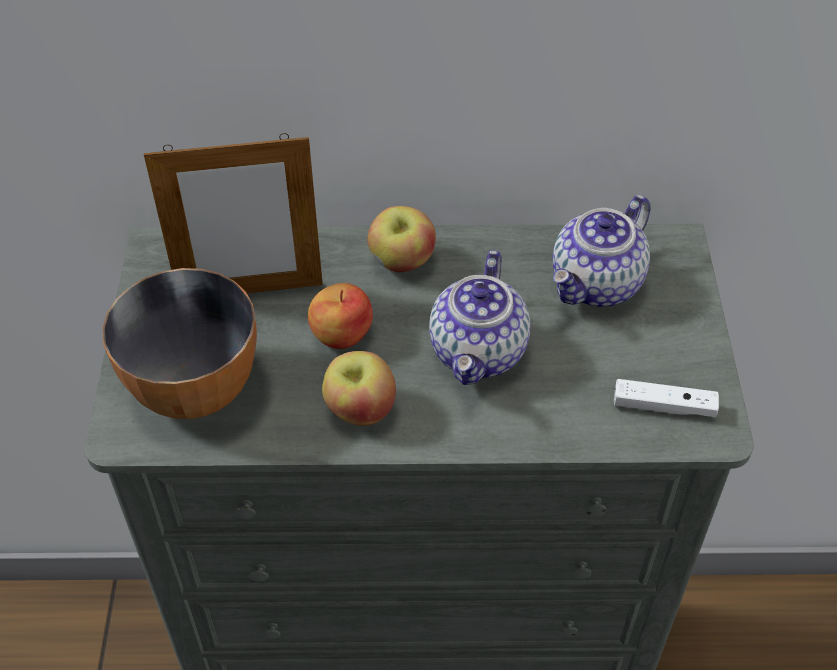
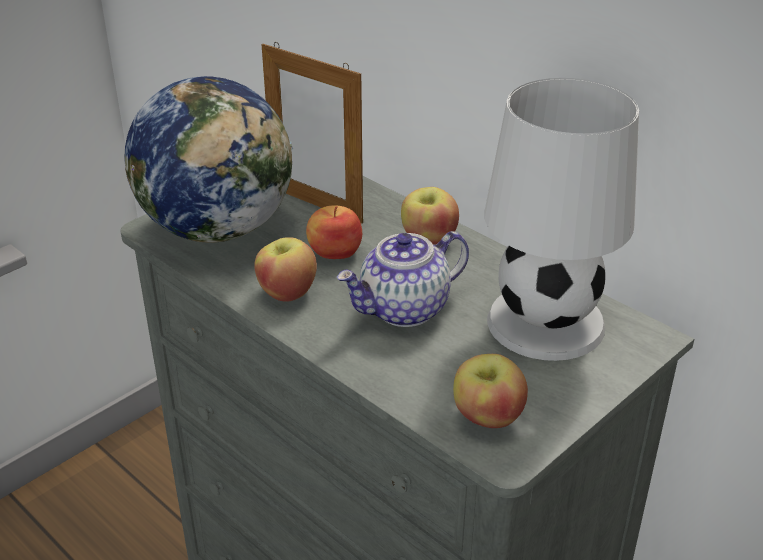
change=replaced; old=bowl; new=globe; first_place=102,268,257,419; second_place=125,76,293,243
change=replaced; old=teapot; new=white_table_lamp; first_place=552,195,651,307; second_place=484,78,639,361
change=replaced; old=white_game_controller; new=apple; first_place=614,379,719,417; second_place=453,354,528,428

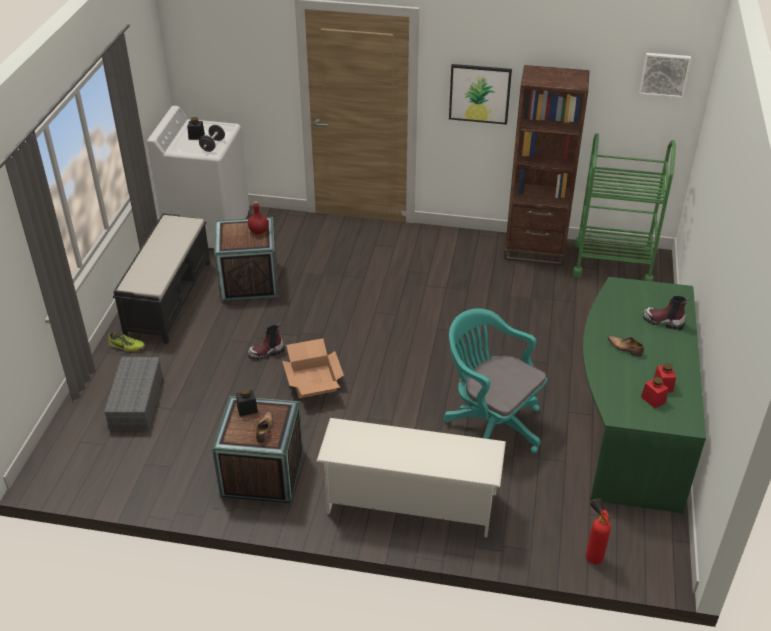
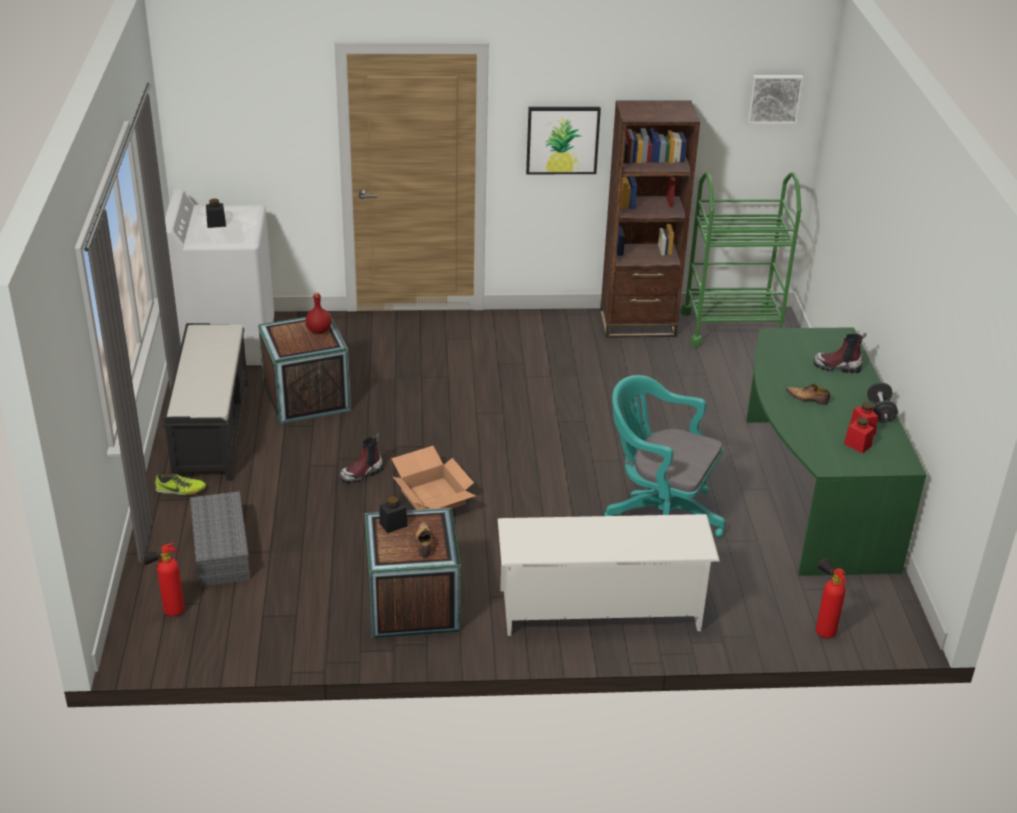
change=added; new=fire_extinguisher; second_place=142,543,184,616
change=moved; old=black_dumbbell; first_place=199,125,225,152; second_place=867,382,898,423

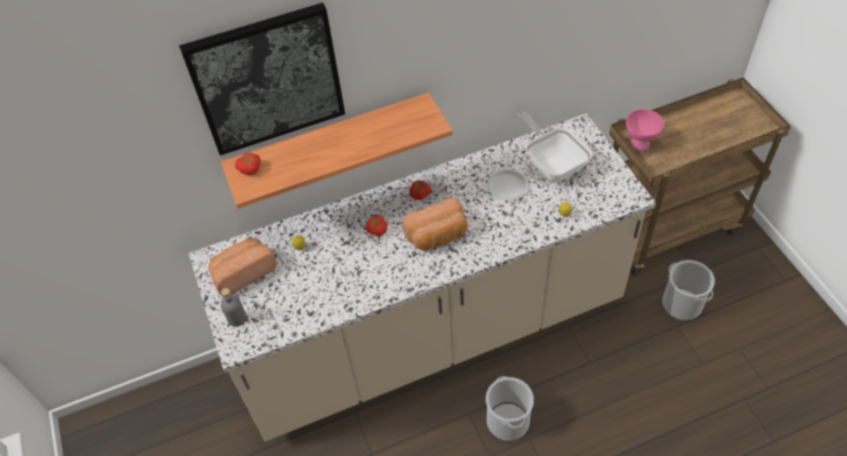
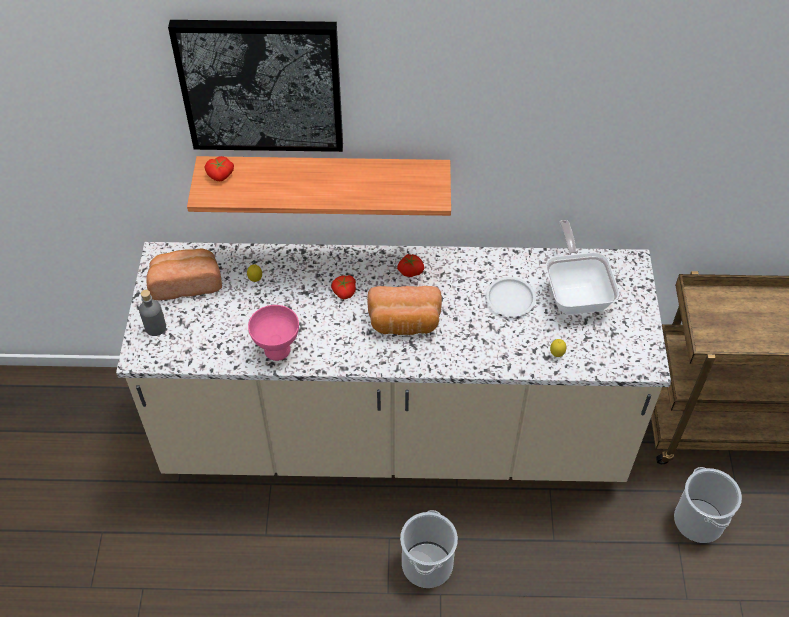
change=moved; old=pink_bowl; first_place=626,109,664,151; second_place=248,305,299,361

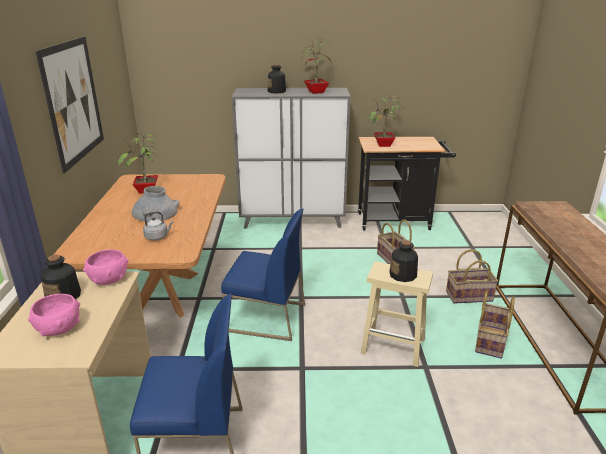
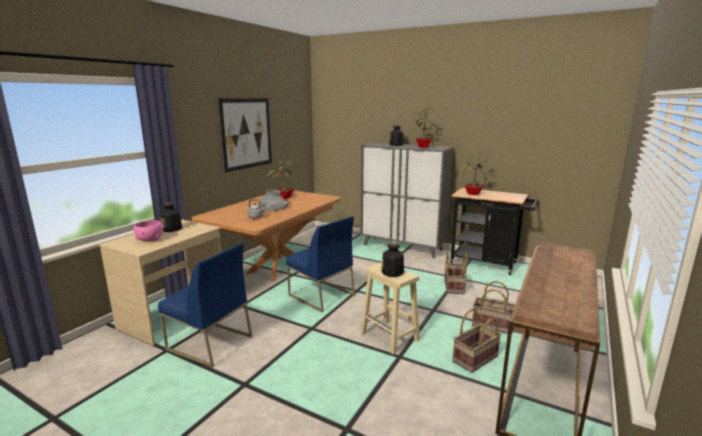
change=removed; old=pink_bowl; first_place=83,249,129,285

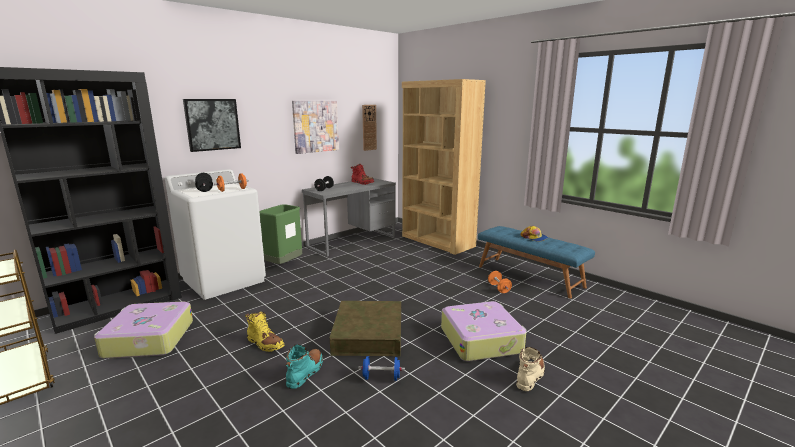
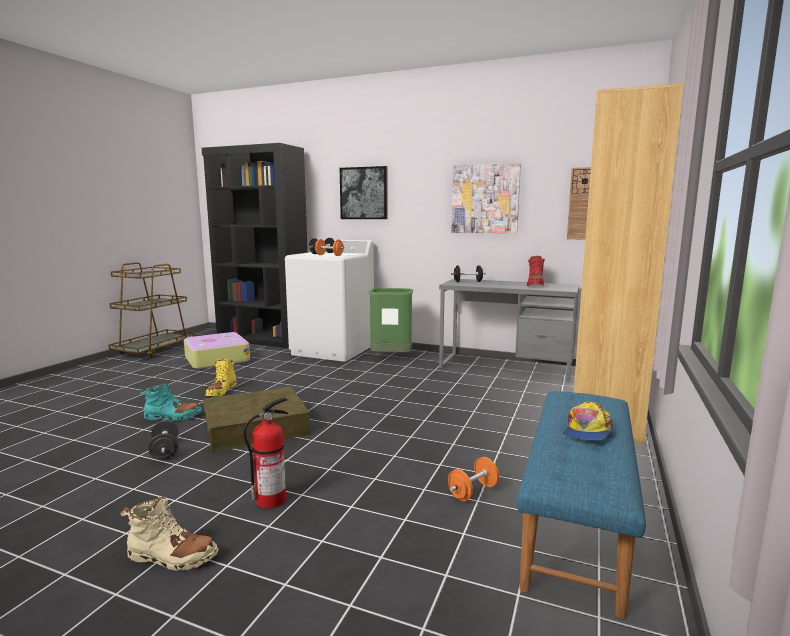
change=replaced; old=suitcase; new=fire_extinguisher; first_place=441,301,527,361; second_place=243,398,288,508
change=recoloured; old=blue_dumbbell; new=black_dumbbell; first_place=358,356,405,381; second_place=149,420,179,460

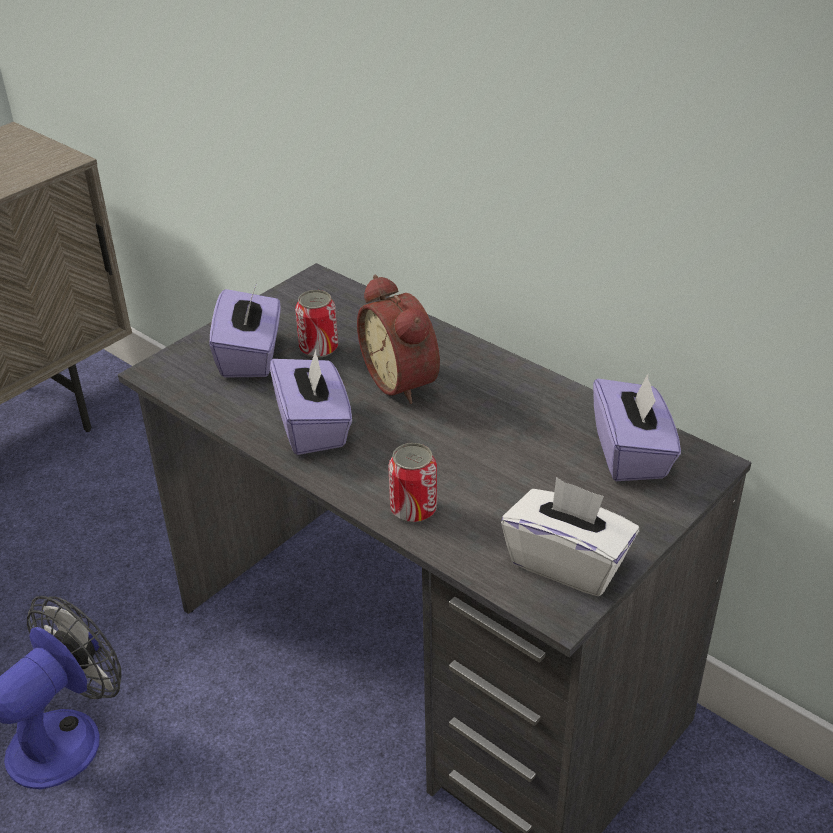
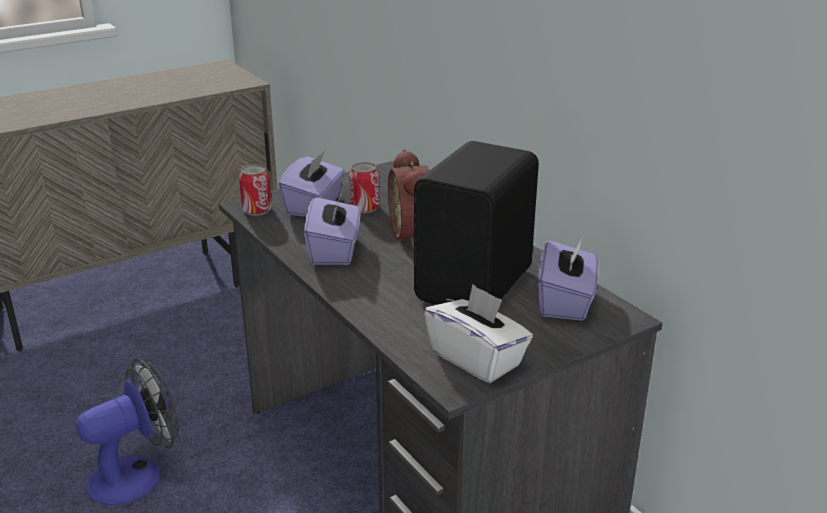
change=added; new=black_speaker; second_place=414,141,539,305
change=moved; old=can; first_place=388,443,437,522; second_place=239,164,272,216

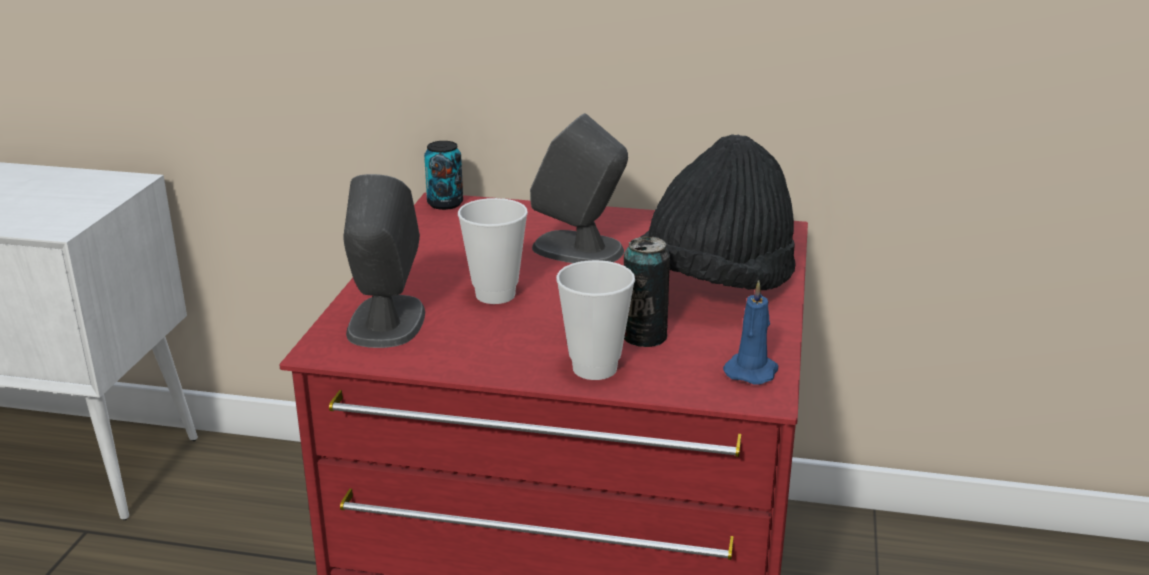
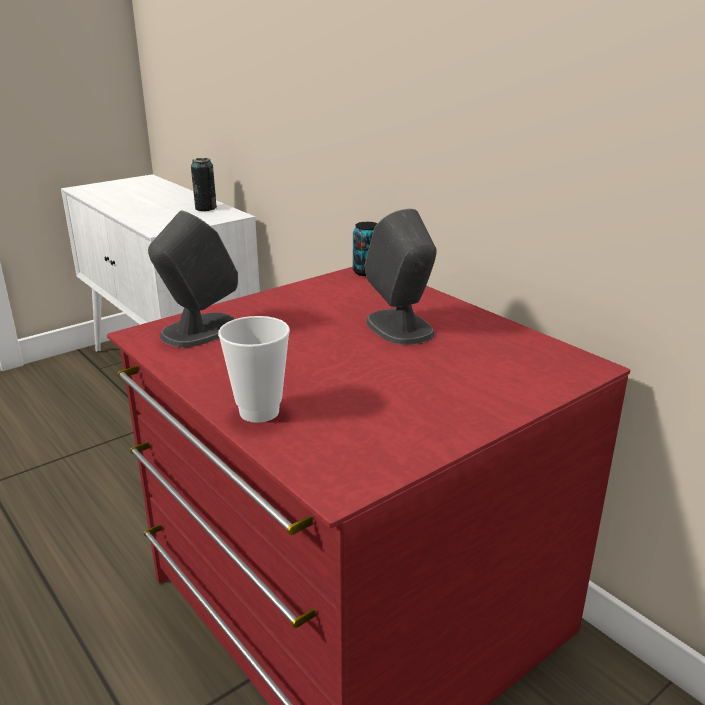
change=removed; old=cup; first_place=458,198,528,304
change=removed; old=black_hat; first_place=640,134,796,290
change=removed; old=blue_candle; first_place=723,280,778,385
change=moved; old=can; first_place=624,236,670,347; second_place=191,158,217,212

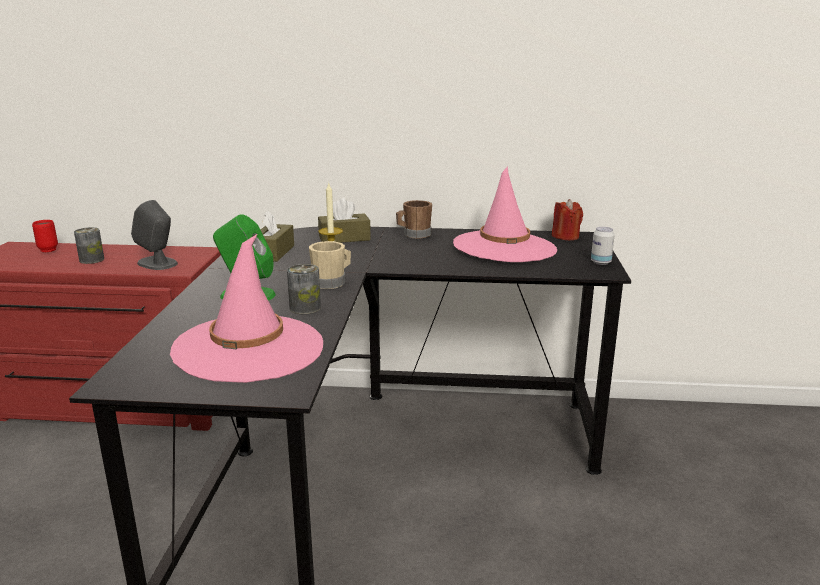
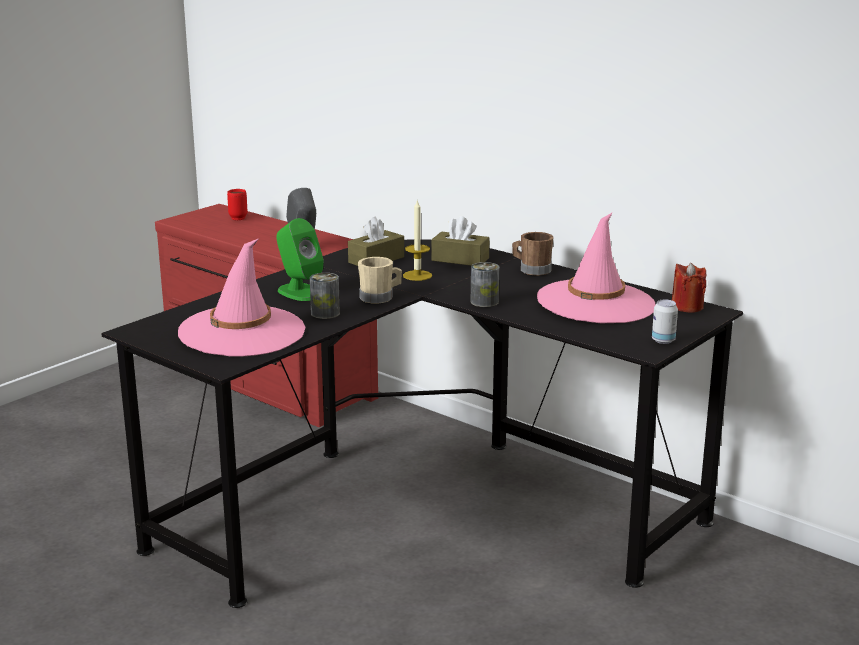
change=moved; old=can; first_place=74,227,104,264; second_place=471,262,499,307

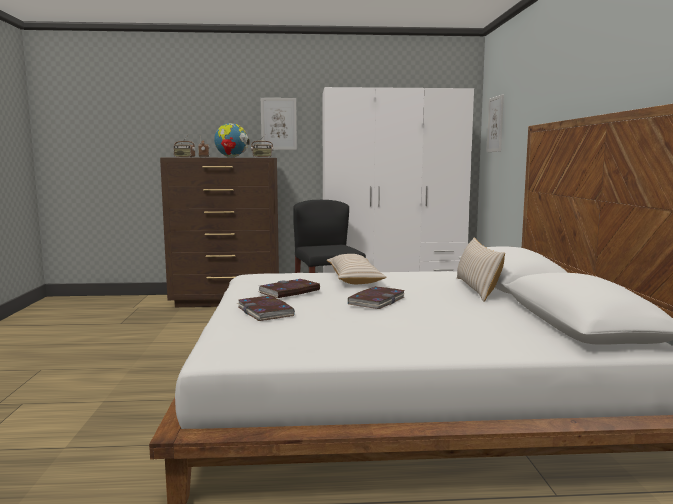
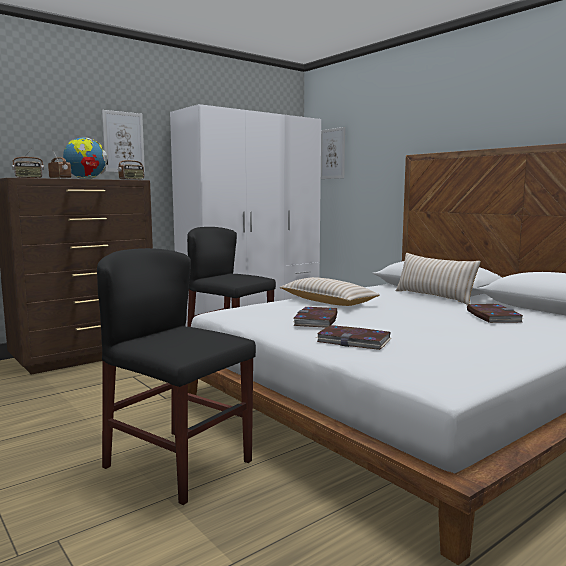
change=added; new=black_chair; second_place=97,248,256,505
change=moved; old=book; first_place=348,286,405,309; second_place=467,304,524,323

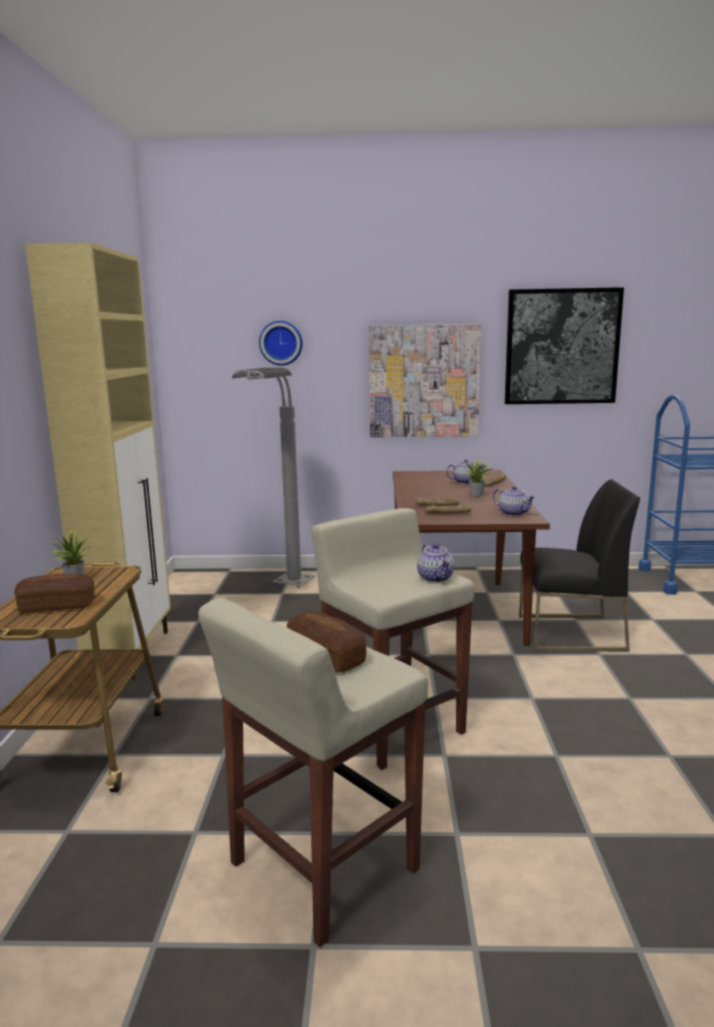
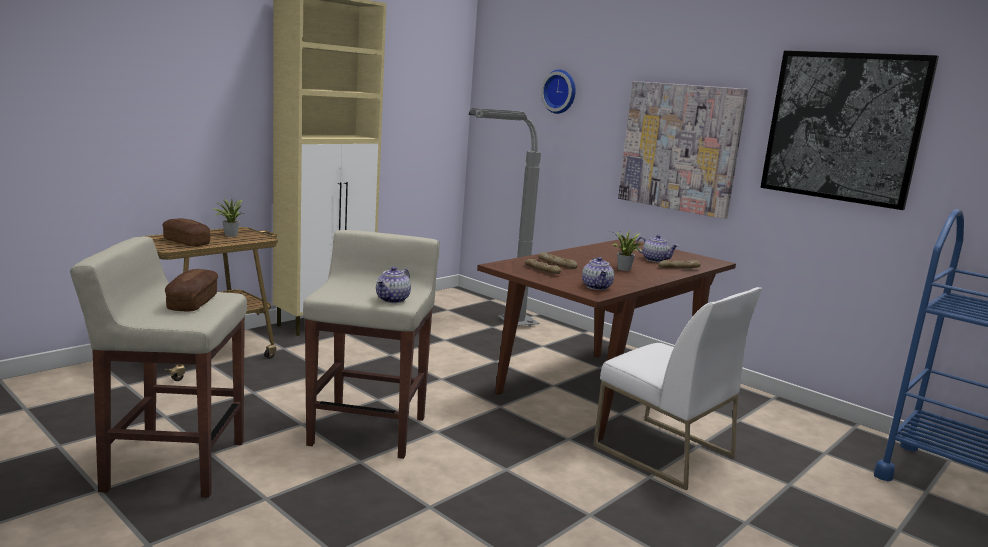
change=recoloured; old=black_chair; new=white_chair; first_place=519,479,640,652; second_place=593,287,762,490

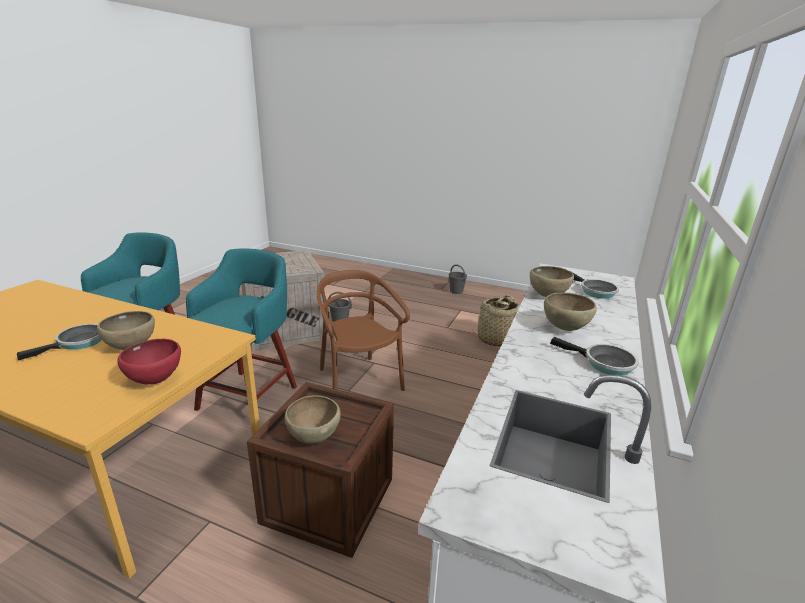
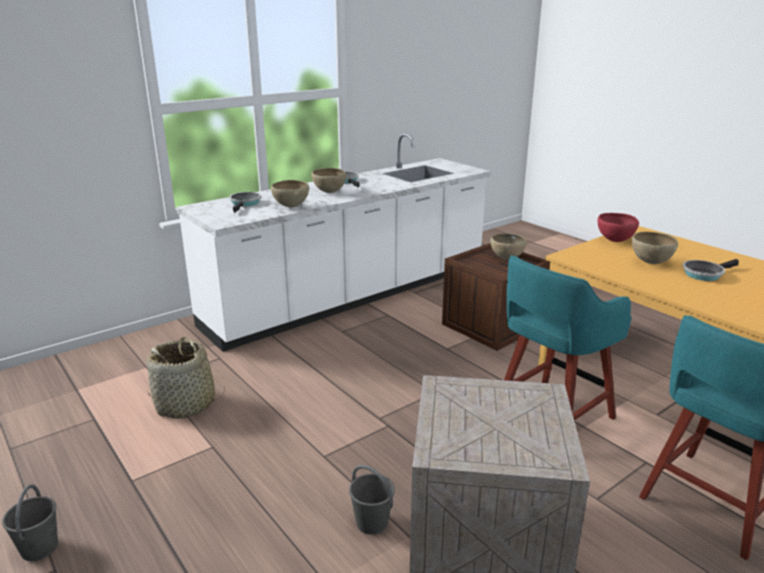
change=removed; old=brown_chair; first_place=317,270,410,391

